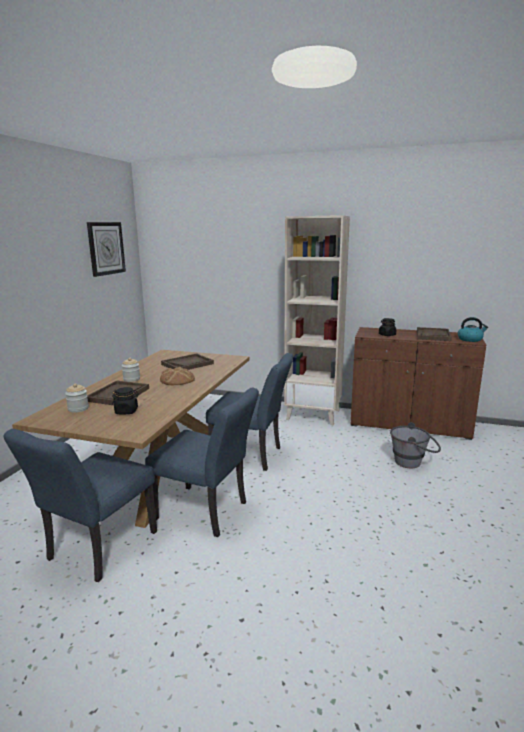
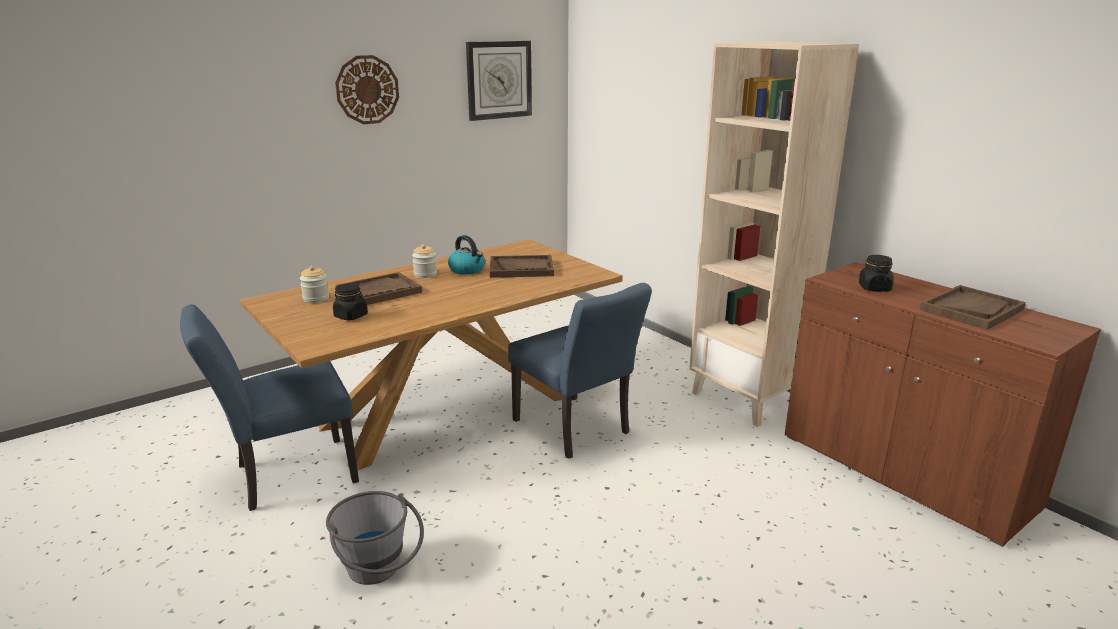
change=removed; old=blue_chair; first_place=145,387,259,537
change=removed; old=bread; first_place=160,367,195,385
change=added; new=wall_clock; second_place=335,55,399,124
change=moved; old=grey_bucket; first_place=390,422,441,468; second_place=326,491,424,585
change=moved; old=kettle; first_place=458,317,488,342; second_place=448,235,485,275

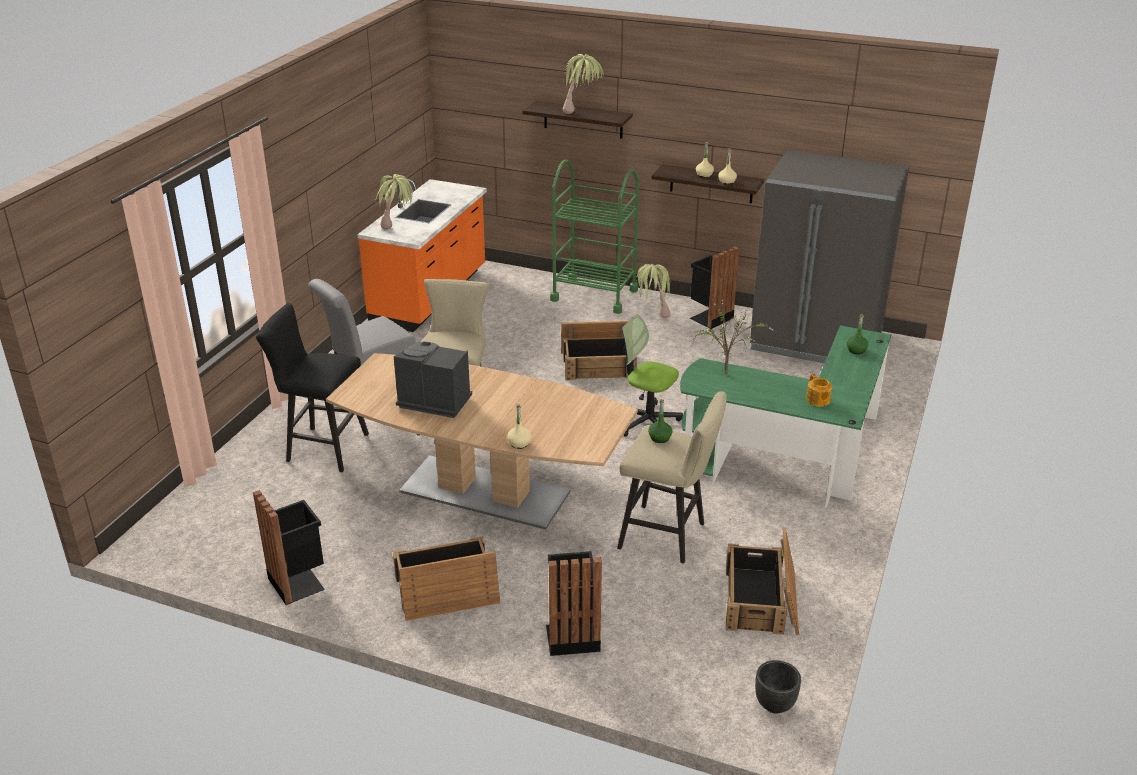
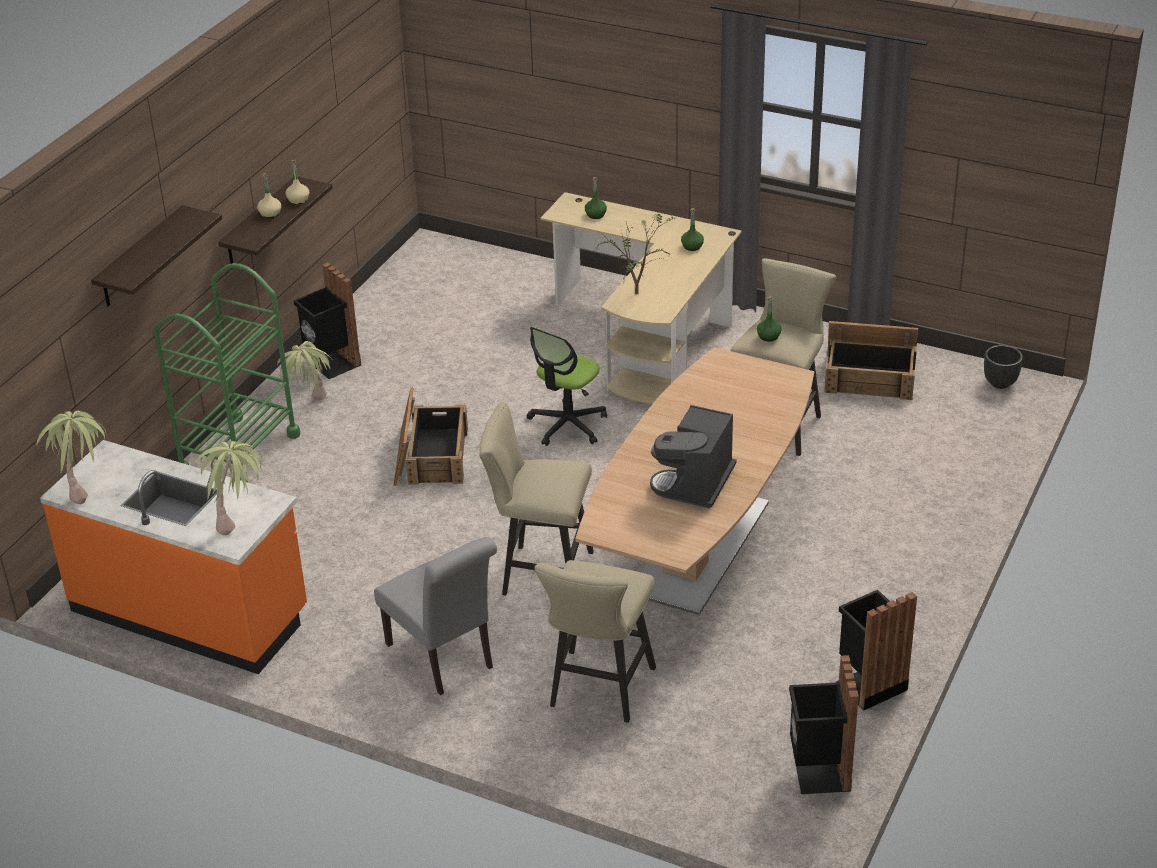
change=removed; old=crate; first_place=393,536,500,621
change=removed; old=beige_bottle; first_place=507,404,531,449
change=removed; old=grey_fridge; first_place=750,150,909,364
change=moved; old=black_trash_can; first_place=546,551,602,656; second_place=789,655,859,794
change=moved; old=potted_plant; first_place=563,54,604,114; second_place=37,411,107,504
change=replaced; old=teapot; new=green_bottle; first_place=806,374,832,407; second_place=681,208,704,251
change=recoloured; old=black_stool; new=beige_stool; first_place=256,303,369,472; second_place=534,560,656,723
change=recoloured; old=green_desk; new=beige_desk; first_place=680,325,891,508; second_place=540,192,742,404

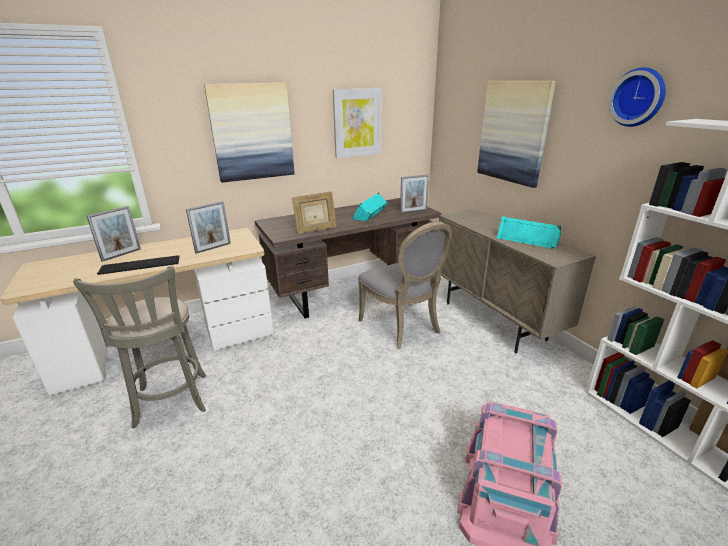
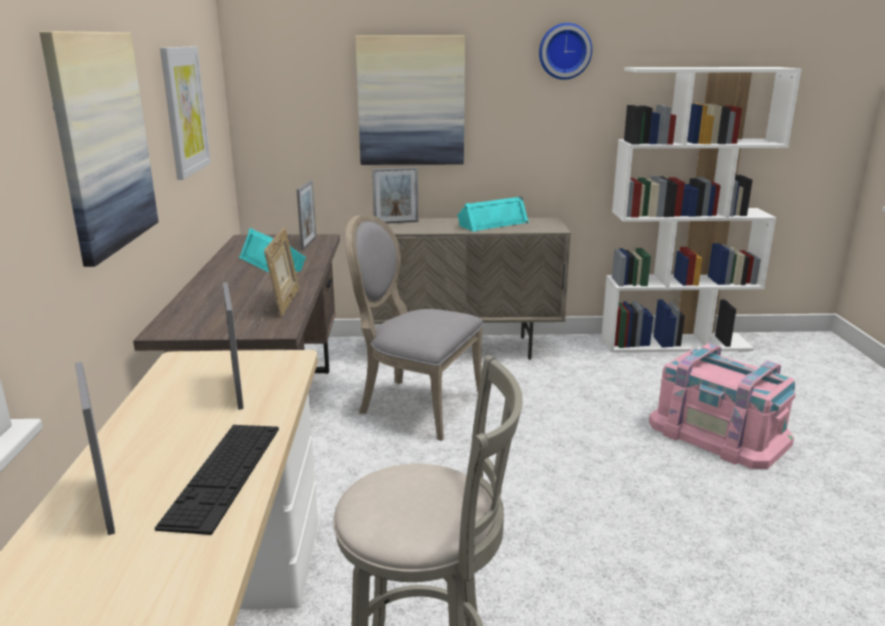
change=added; new=picture_frame; second_place=372,167,418,224
change=turned; old=grey_chair; first_place=358,221,452,349; second_place=345,214,483,441; degrees=-150

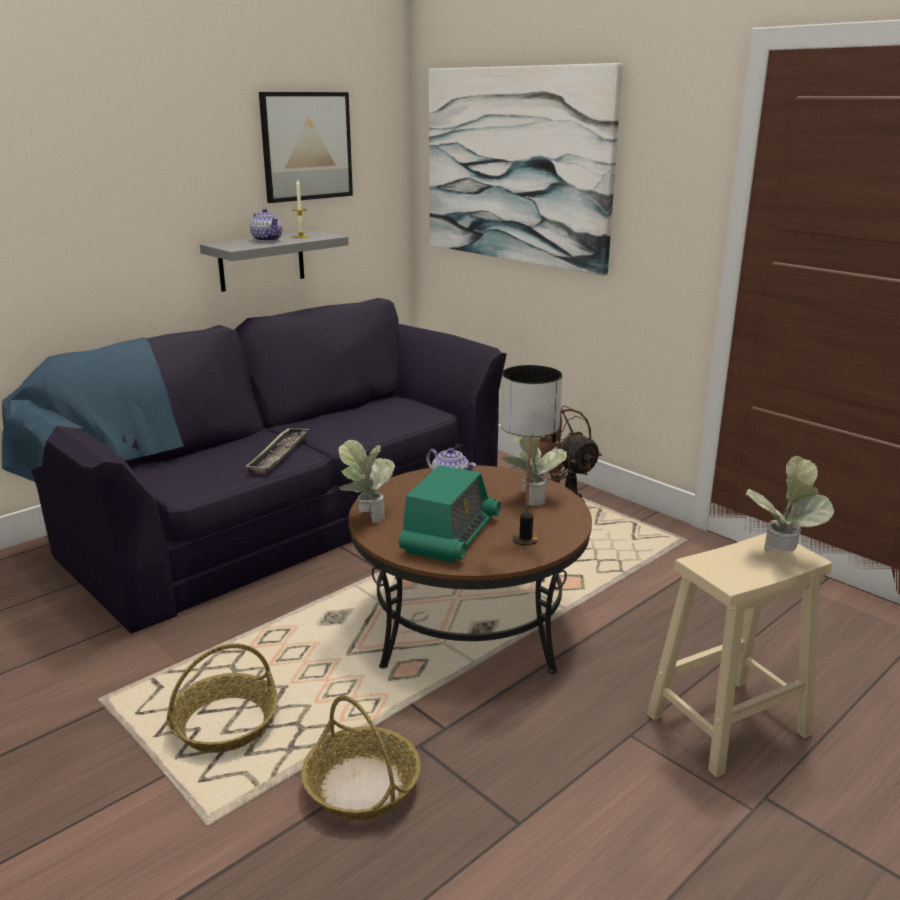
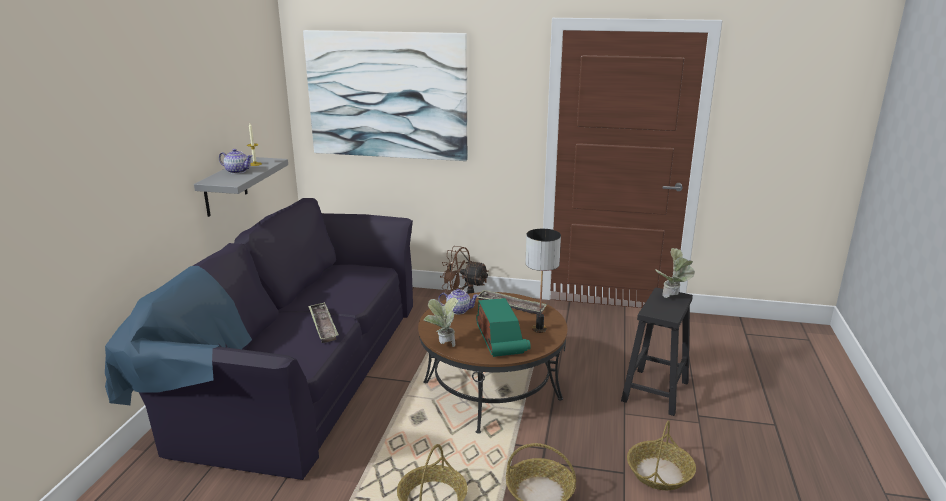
change=removed; old=picture; first_place=259,92,353,203
change=added; new=basket; second_place=627,420,696,490
change=replaced; old=potted_plant; new=tray; first_place=502,435,567,506; second_place=477,290,547,315
change=recoloured; old=beige_stool; new=black_stool; first_place=647,533,832,777; second_place=621,288,693,416

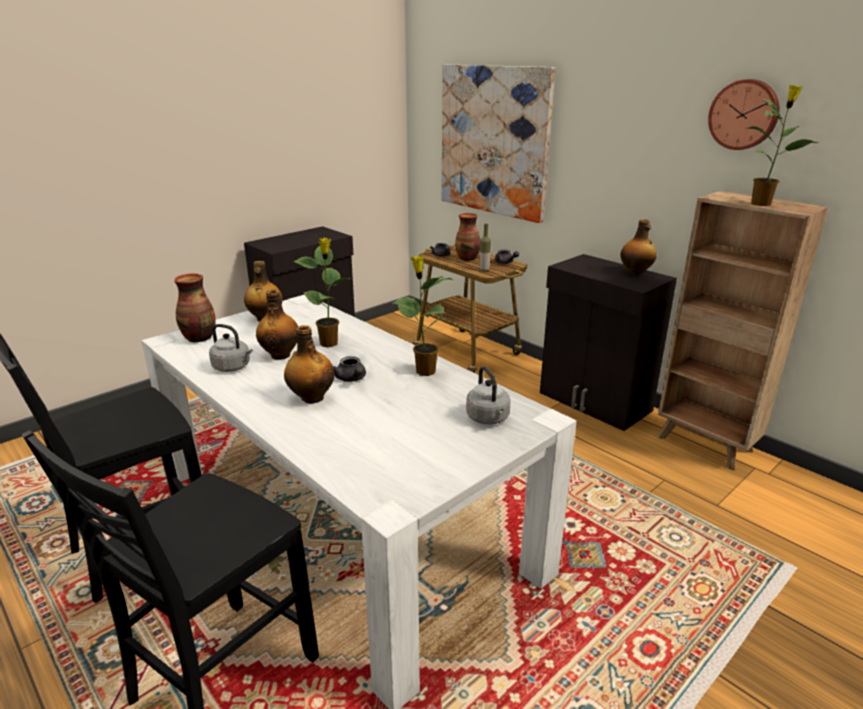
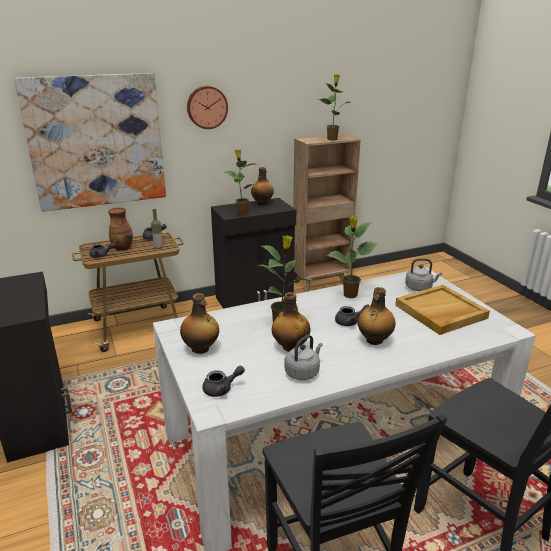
change=added; new=potted_plant; second_place=225,149,257,215
change=added; new=beige_tray; second_place=395,285,490,335
change=moved; old=wall_clock; first_place=708,79,780,150; second_place=187,86,228,129
change=replaced; old=vase; new=grey_teapot; first_place=174,273,216,342; second_place=202,366,245,397

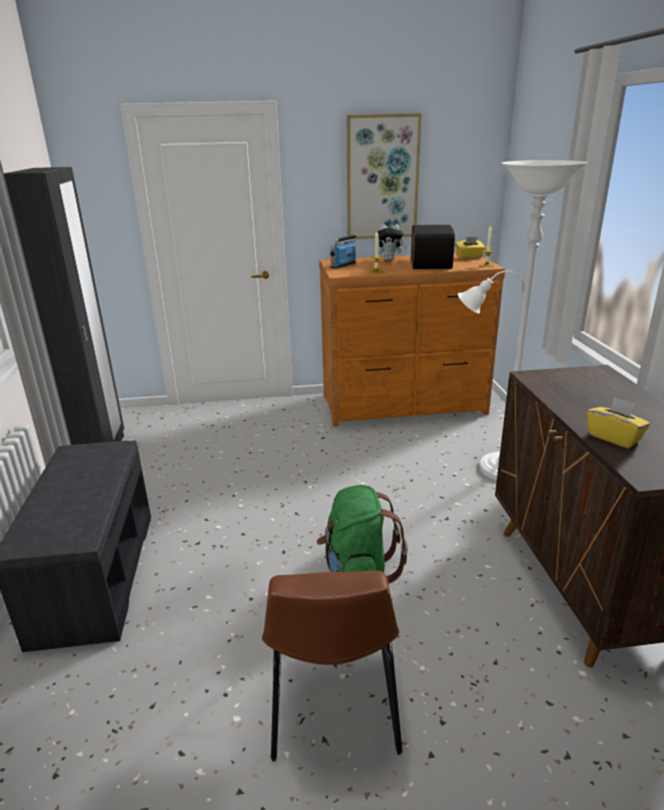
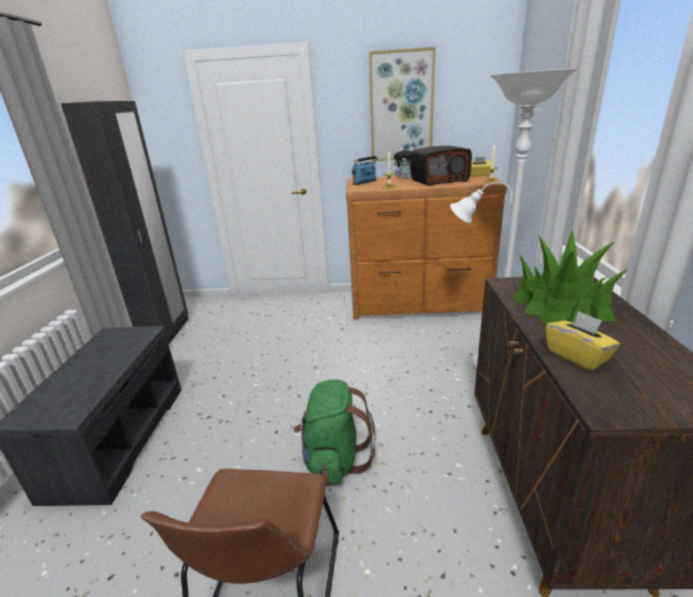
change=added; new=potted_plant; second_place=513,229,629,325
change=turned; old=radio; first_place=411,225,455,269; second_place=410,146,472,186; degrees=60

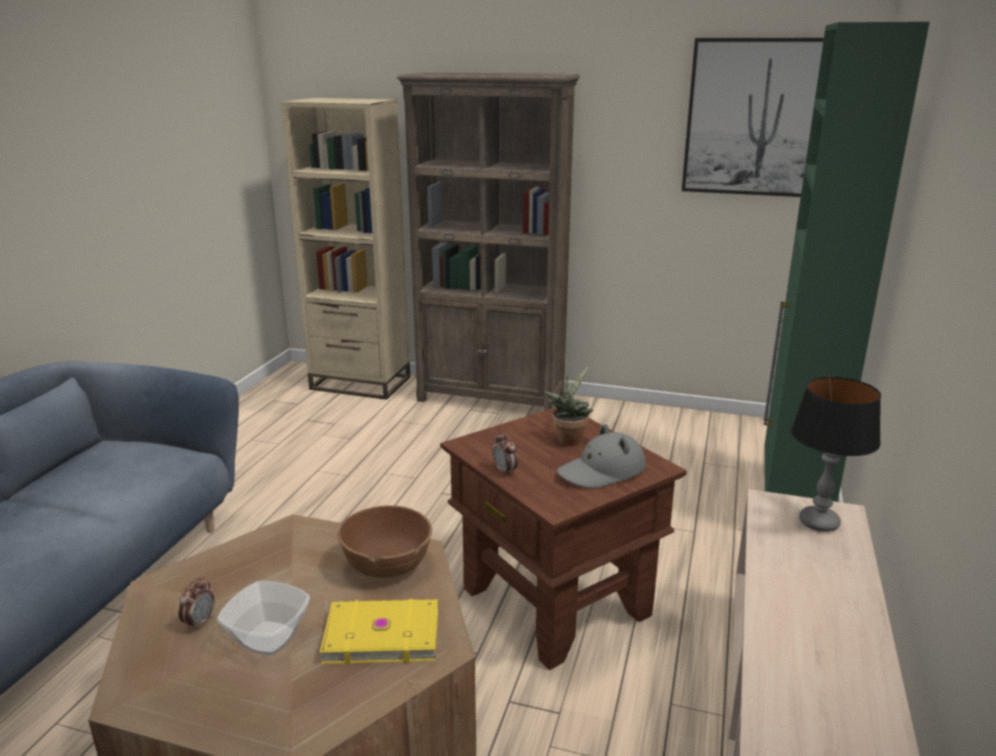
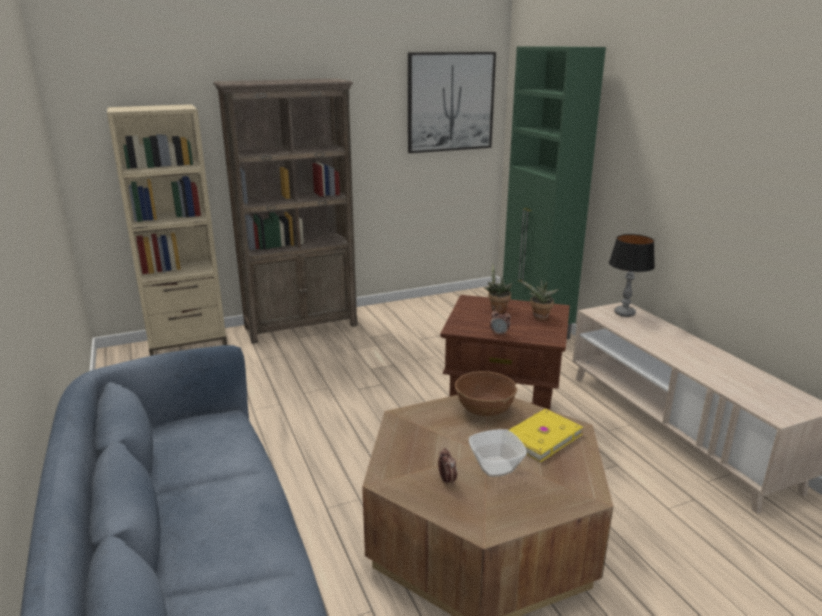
change=replaced; old=grey_hat; new=potted_plant; first_place=557,424,646,488; second_place=520,280,559,320

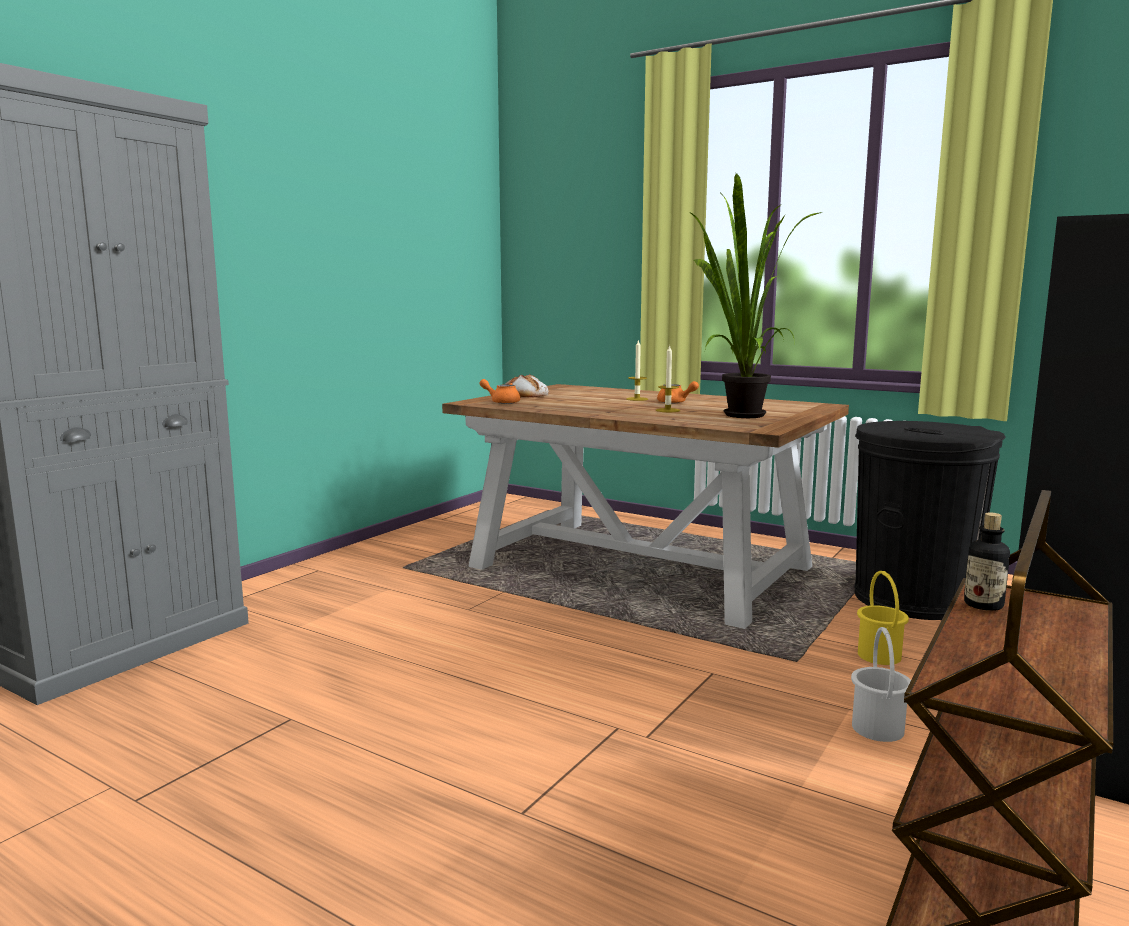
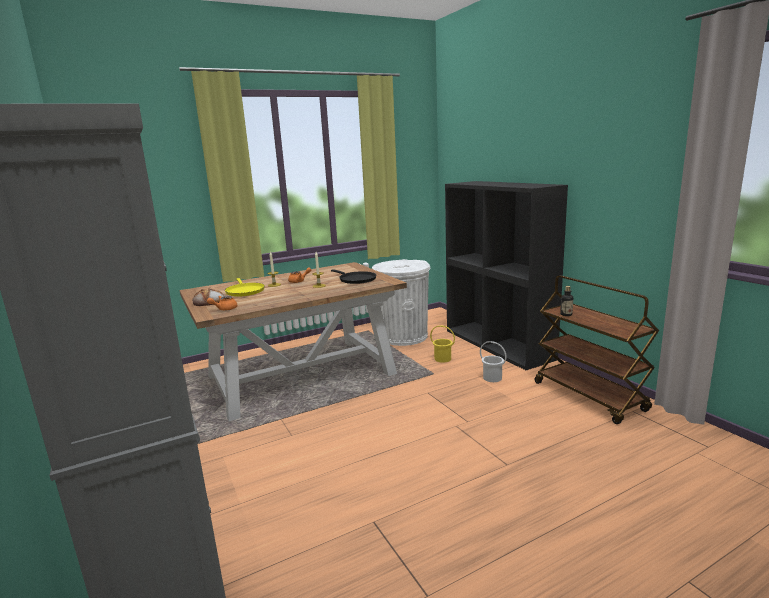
change=added; new=yellow_frying_pan; second_place=225,278,265,297
change=replaced; old=potted_plant; new=black_frying_pan; first_place=689,173,822,418; second_place=331,269,376,284
change=recoloured; old=black_trash_can; new=white_trash_can; first_place=854,421,1006,620; second_place=372,259,430,346

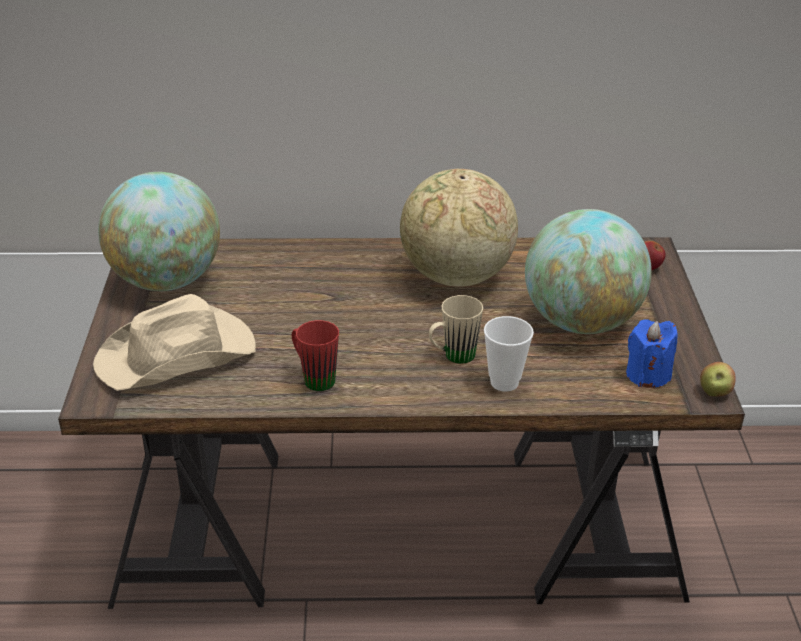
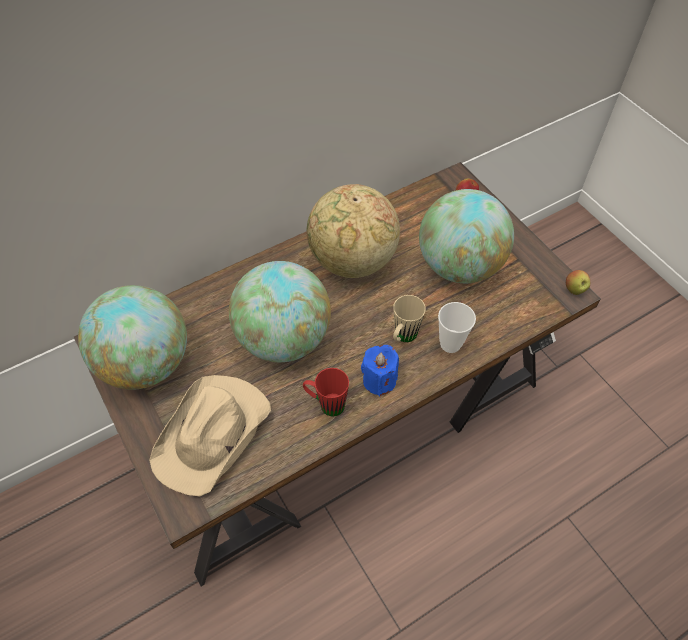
change=added; new=globe; second_place=229,261,331,362
change=moved; old=blue_candle; first_place=626,319,677,388; second_place=361,345,399,396

